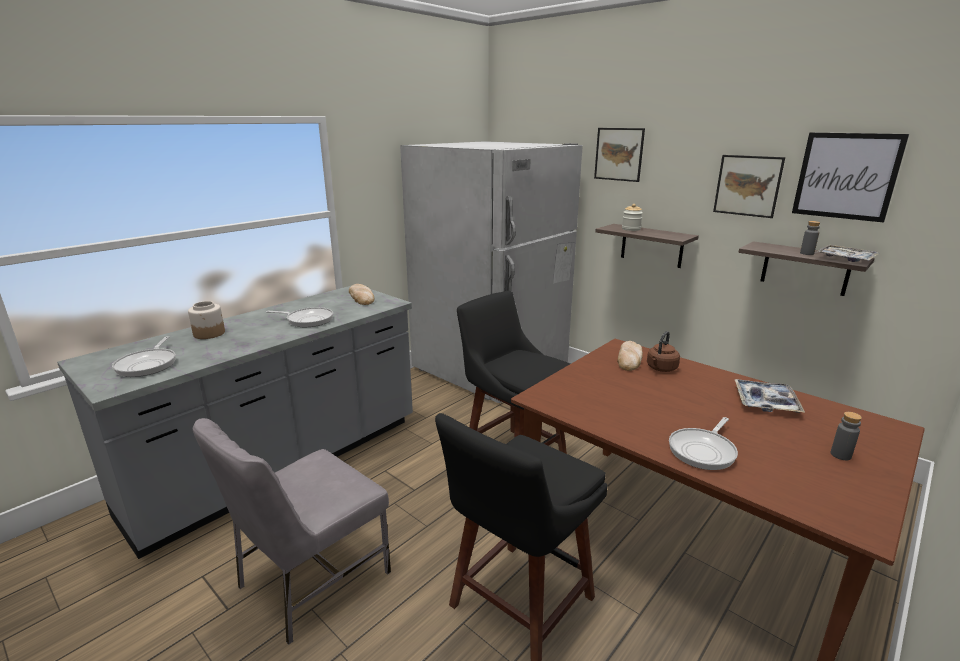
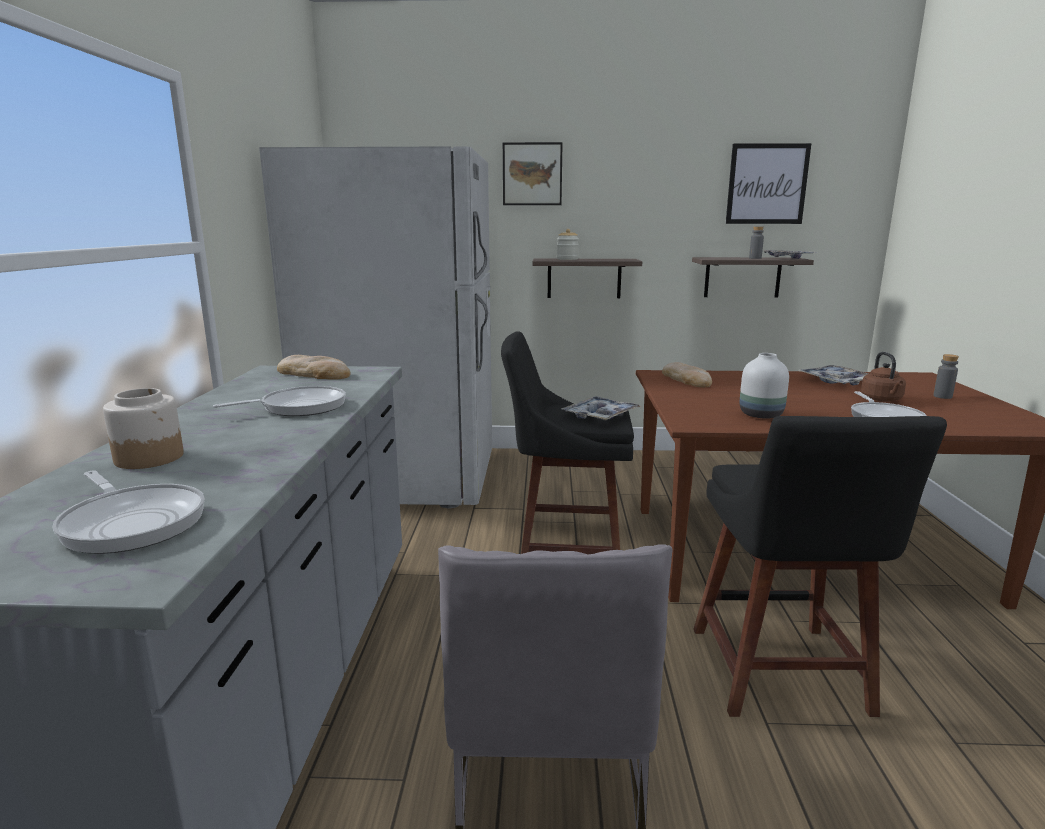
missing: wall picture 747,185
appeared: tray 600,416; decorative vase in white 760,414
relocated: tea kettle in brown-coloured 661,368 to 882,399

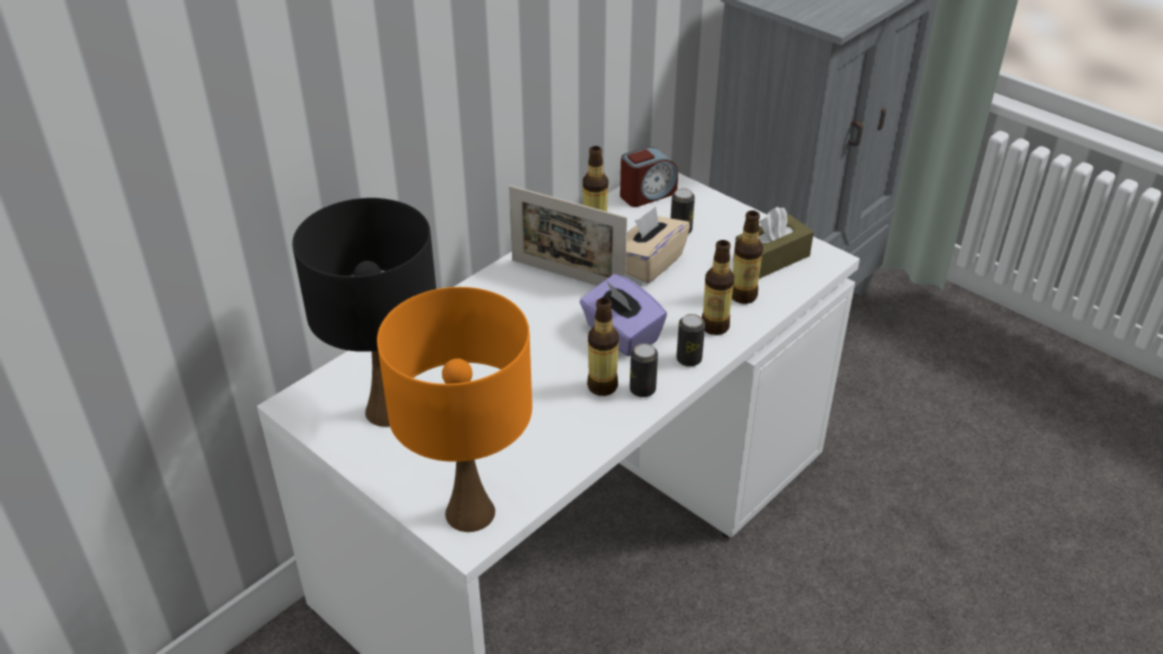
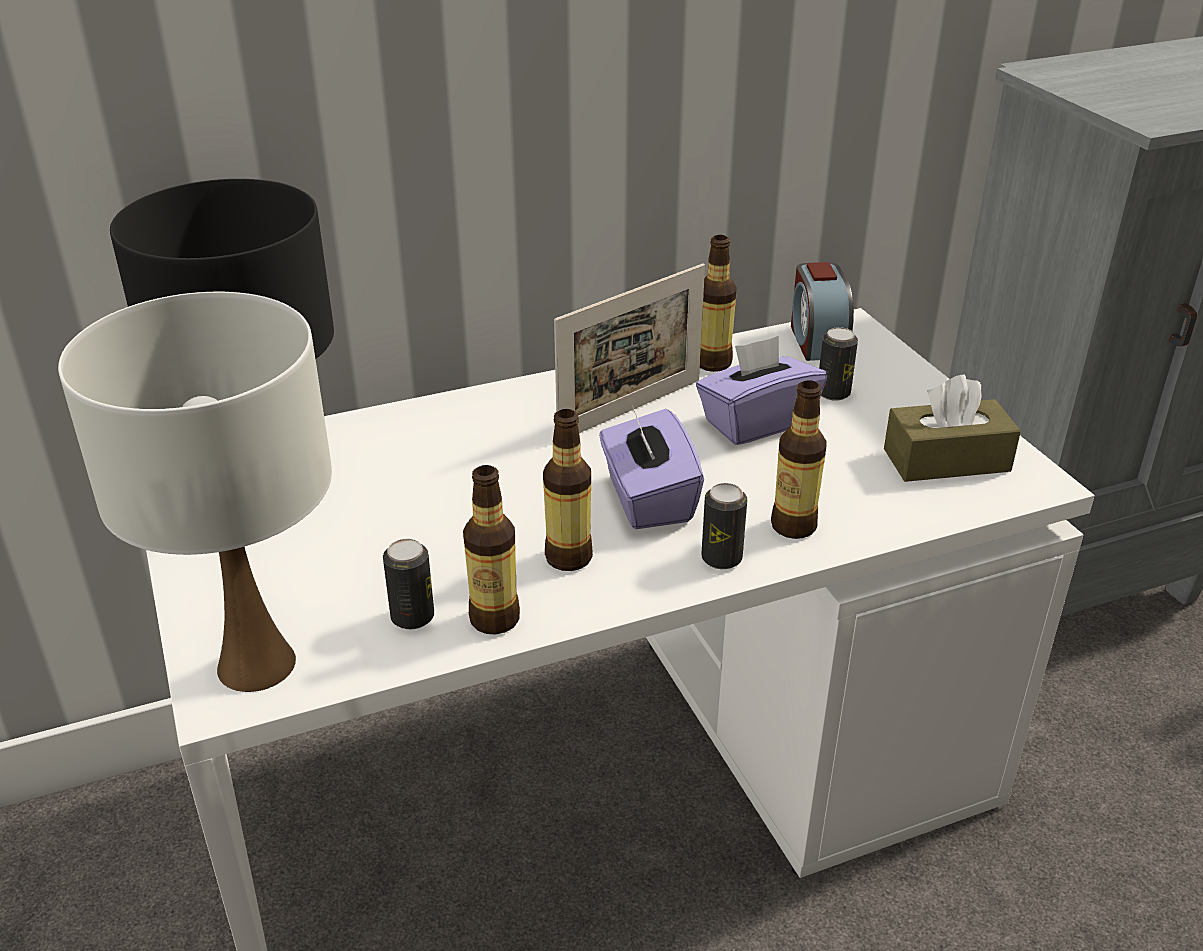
relocated: can 642,389 to 412,617; drink bottle 743,296 to 495,619
colour: tabletop lamp in orangey 469,512 to tabletop lamp in white 256,663; tissue holder in beige 649,263 to tissue holder in purple 756,422
spun: photo frame 567,276 = 630,409 90 degrees counterclockwise; bedside clock 647,194 = 817,340 90 degrees clockwise

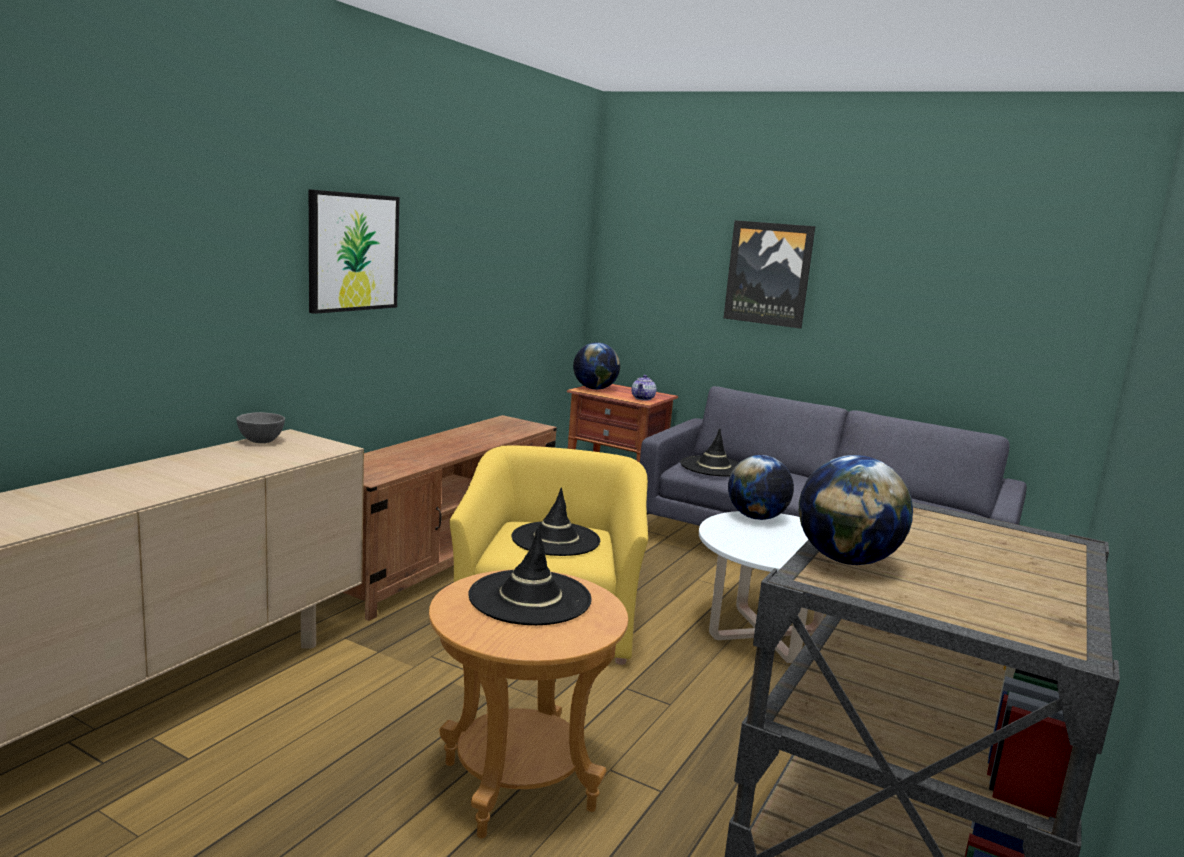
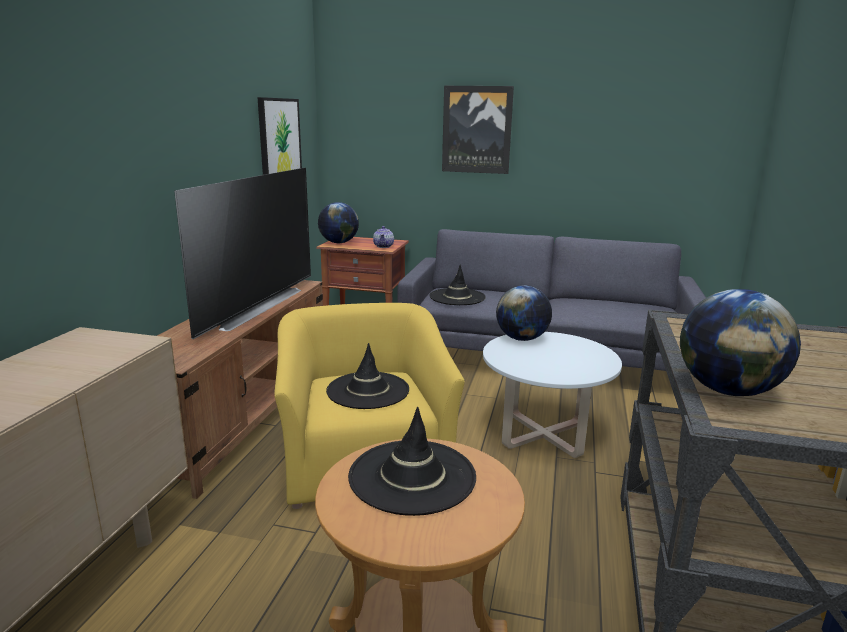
missing: bowl in gray 261,441
appeared: TV 253,306
relocated: wall picture 353,252 to 279,139

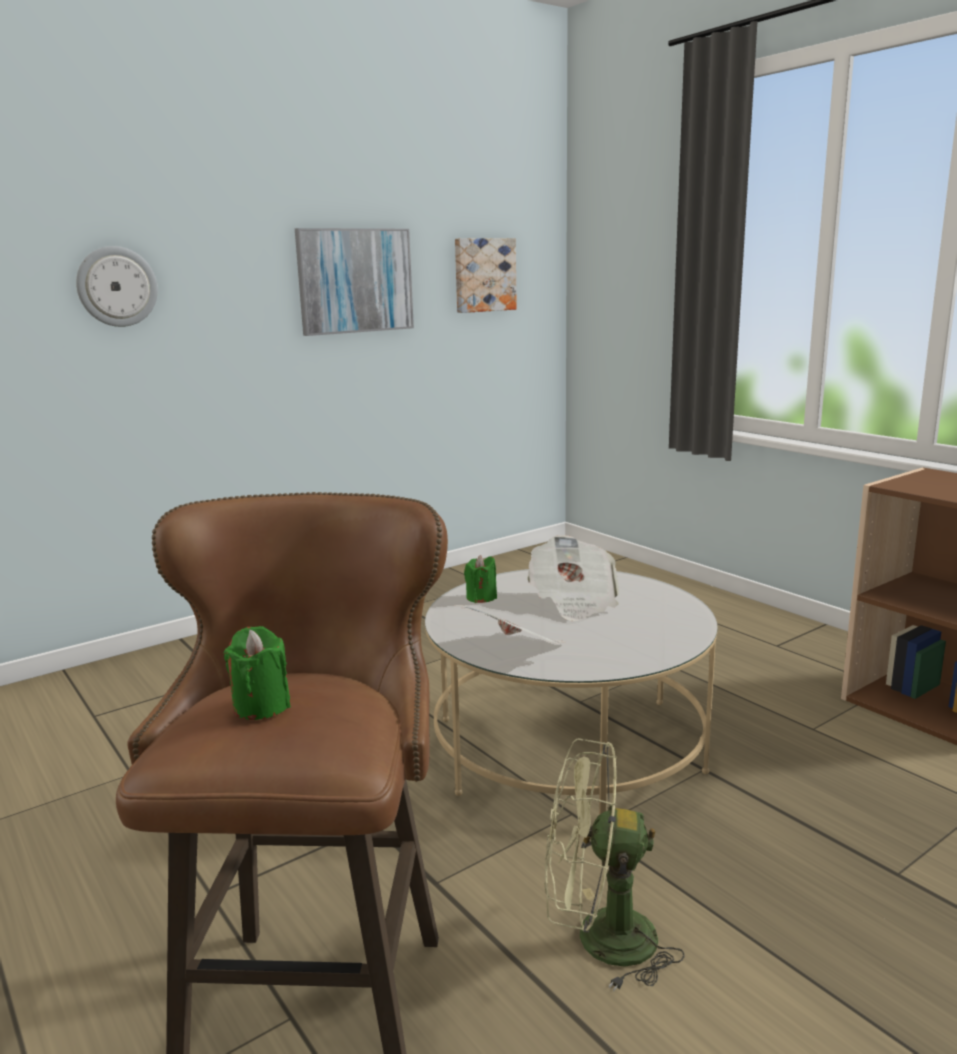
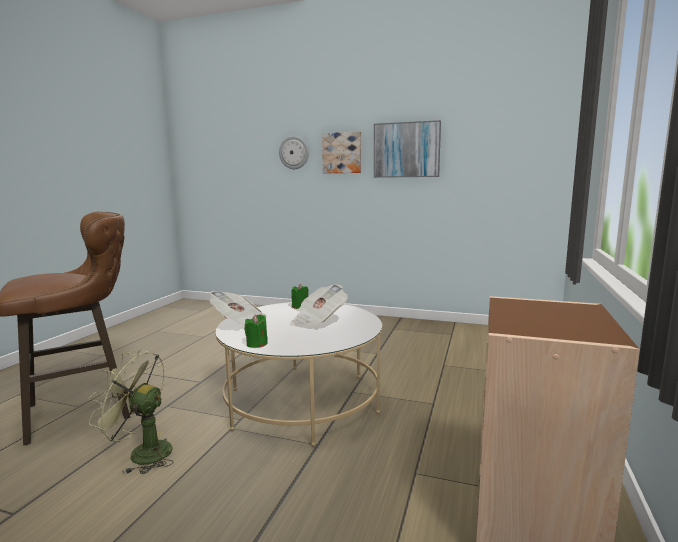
relocated: candle in greenish 261,706 to 257,344; wall picture 484,275 to 342,153
spun: cooling fan in greenish 599,940 = 142,453 45 degrees counterclockwise

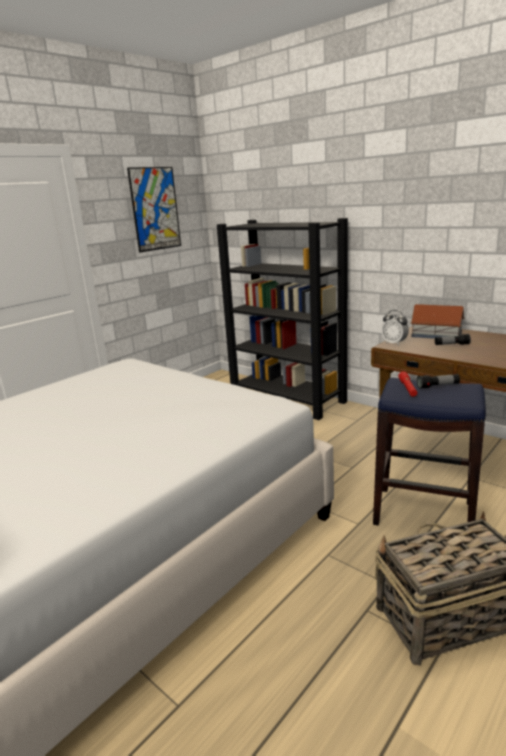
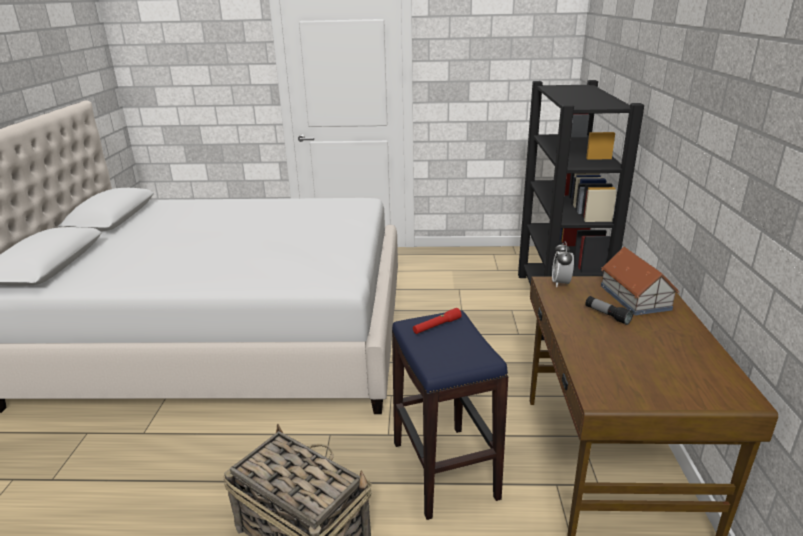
missing: wall picture 155,209; flashlight 438,386

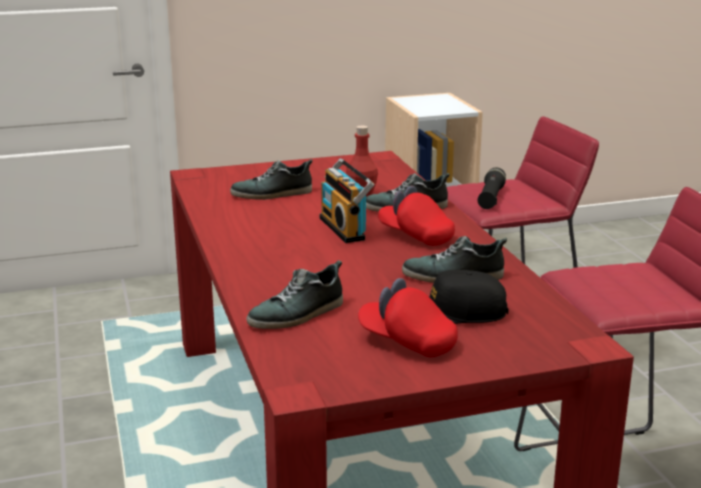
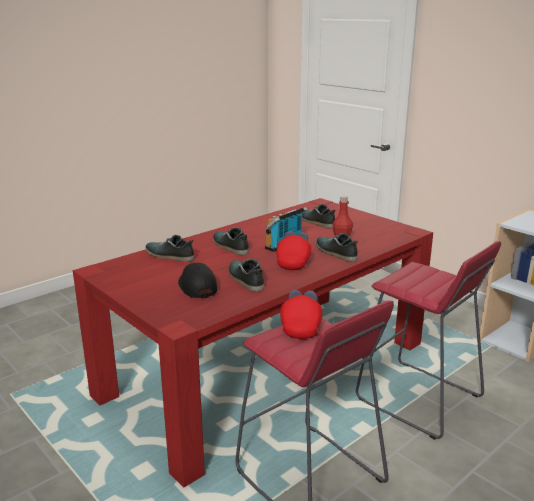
missing: flashlight in blackish 491,198
appeared: shoe 230,246
relocated: cap in red 407,342 to 301,326

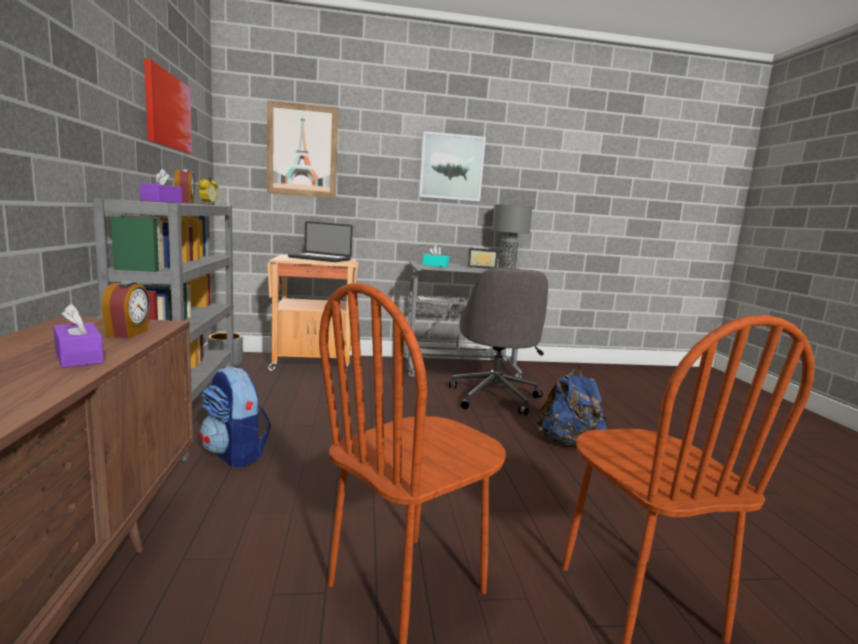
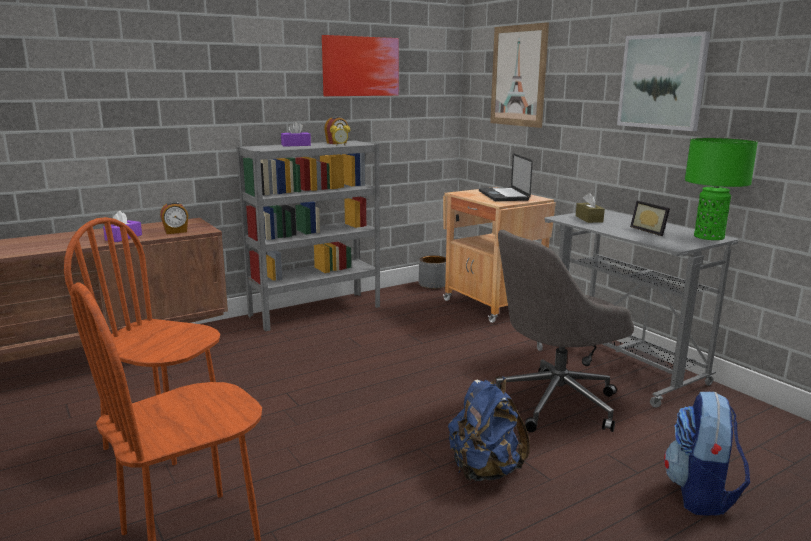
relocated: rucksack 235,454 to 701,494
colour: tissue holder in blue-green 435,265 to tissue holder in brown-coloured 589,219; tabletop lamp in gray 507,267 to tabletop lamp in greenish 708,237

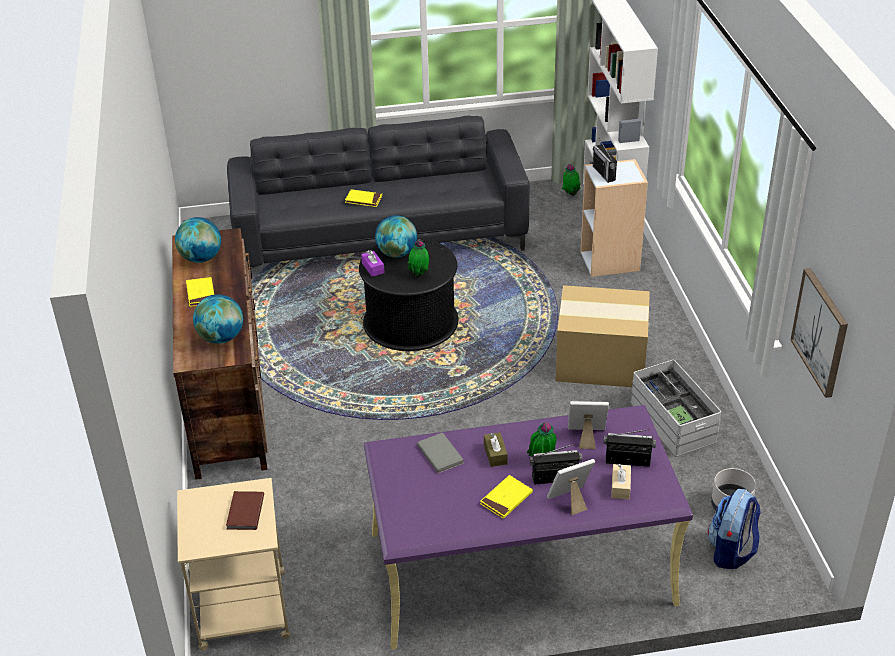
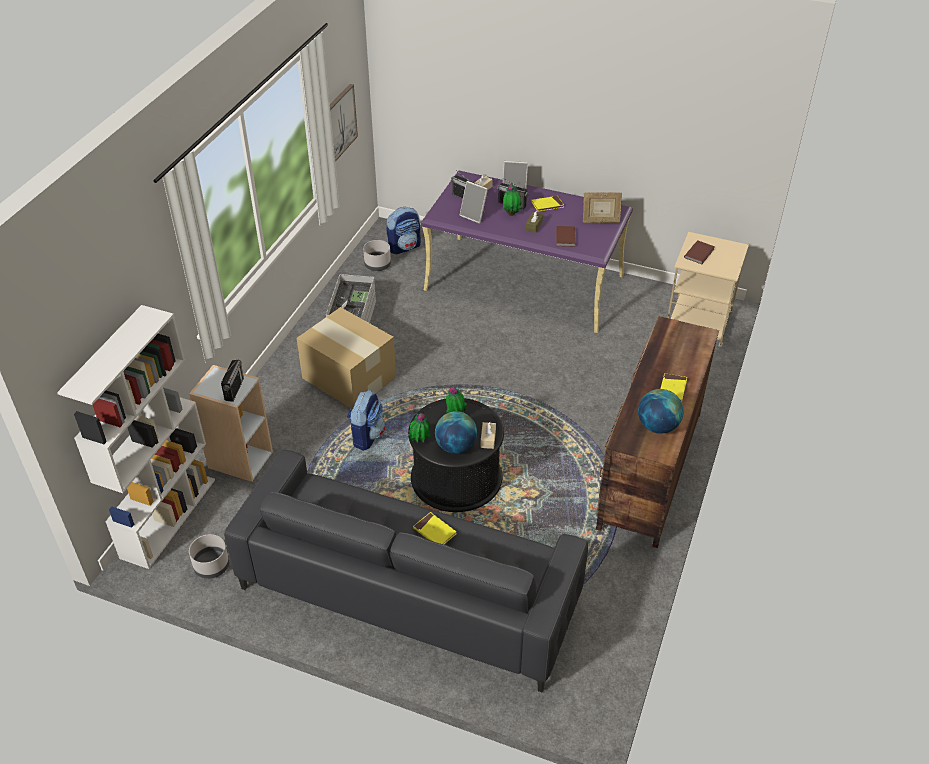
missing: desk globe 221,338
appeared: planter in gray 211,566; rucksack 366,436; photo frame 600,221
relocated: houseplant 570,194 to 419,442
colour: tissue holder in purple 373,268 to tissue holder in beige 488,439; volume in gray 441,453 to volume in brown-coloured 565,237

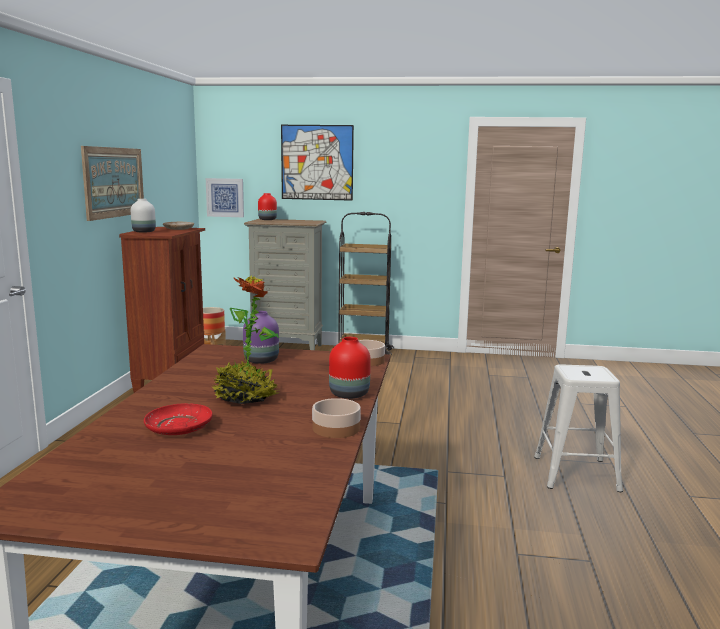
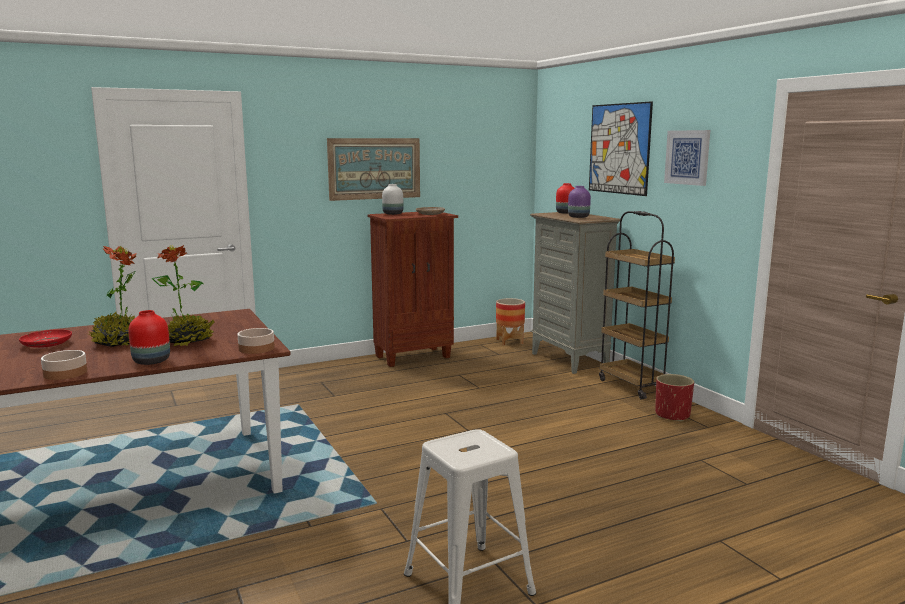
appeared: houseplant 187,342; planter in red 672,415
relocated: wall picture 225,197 to 687,157; decorative vase in purple 262,360 to 579,217

